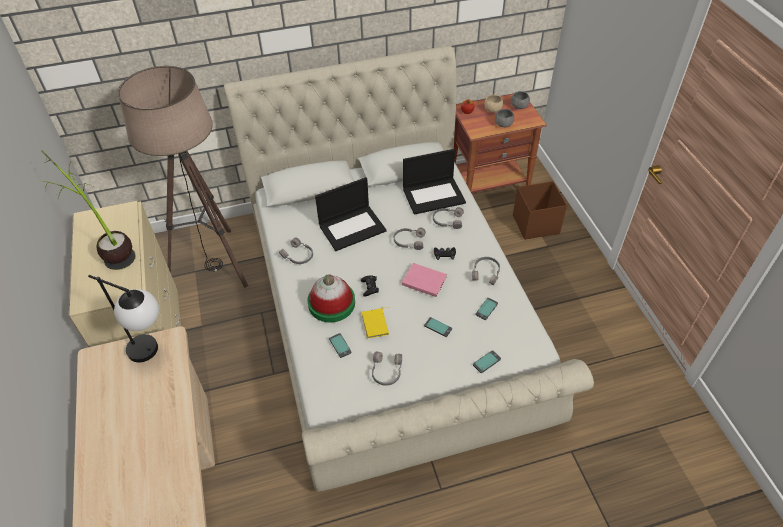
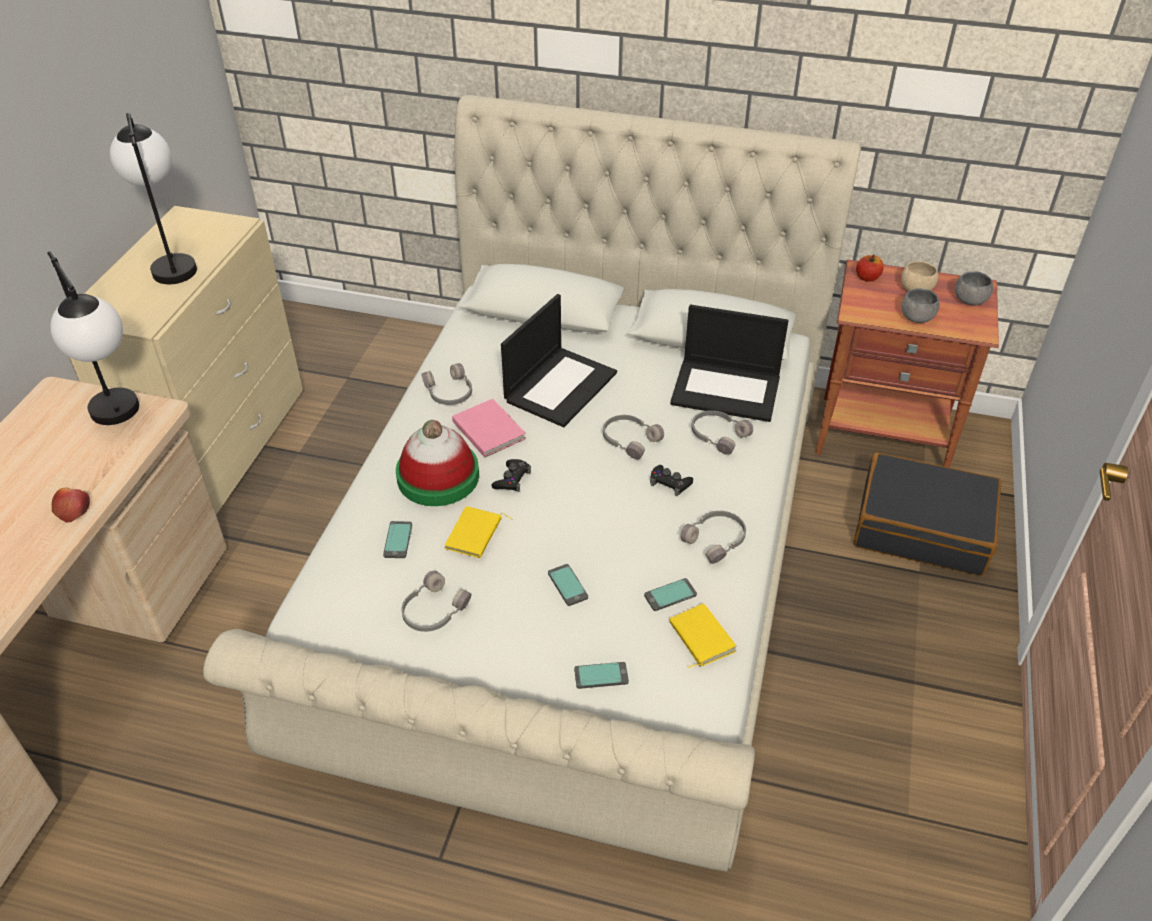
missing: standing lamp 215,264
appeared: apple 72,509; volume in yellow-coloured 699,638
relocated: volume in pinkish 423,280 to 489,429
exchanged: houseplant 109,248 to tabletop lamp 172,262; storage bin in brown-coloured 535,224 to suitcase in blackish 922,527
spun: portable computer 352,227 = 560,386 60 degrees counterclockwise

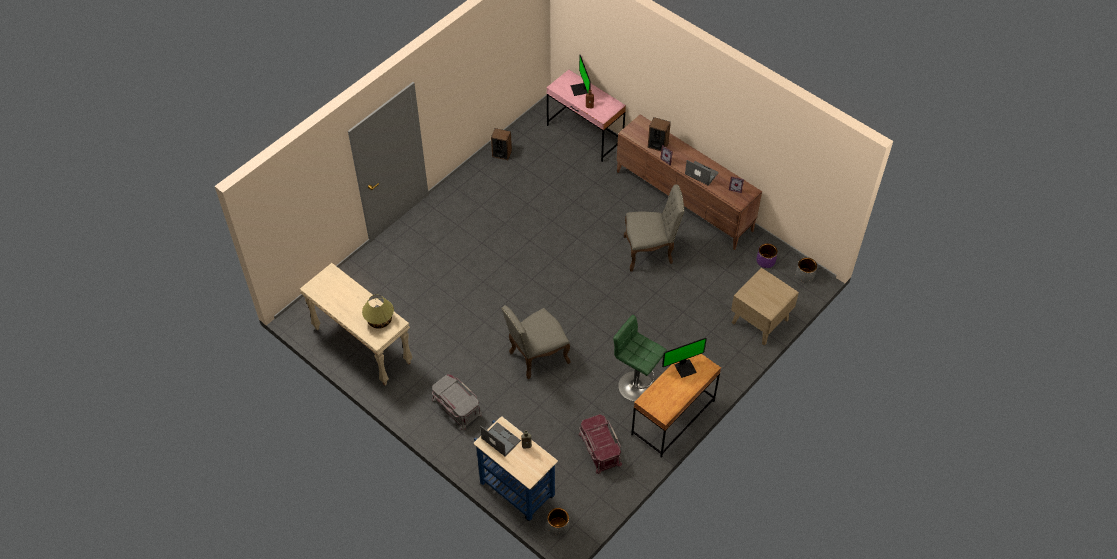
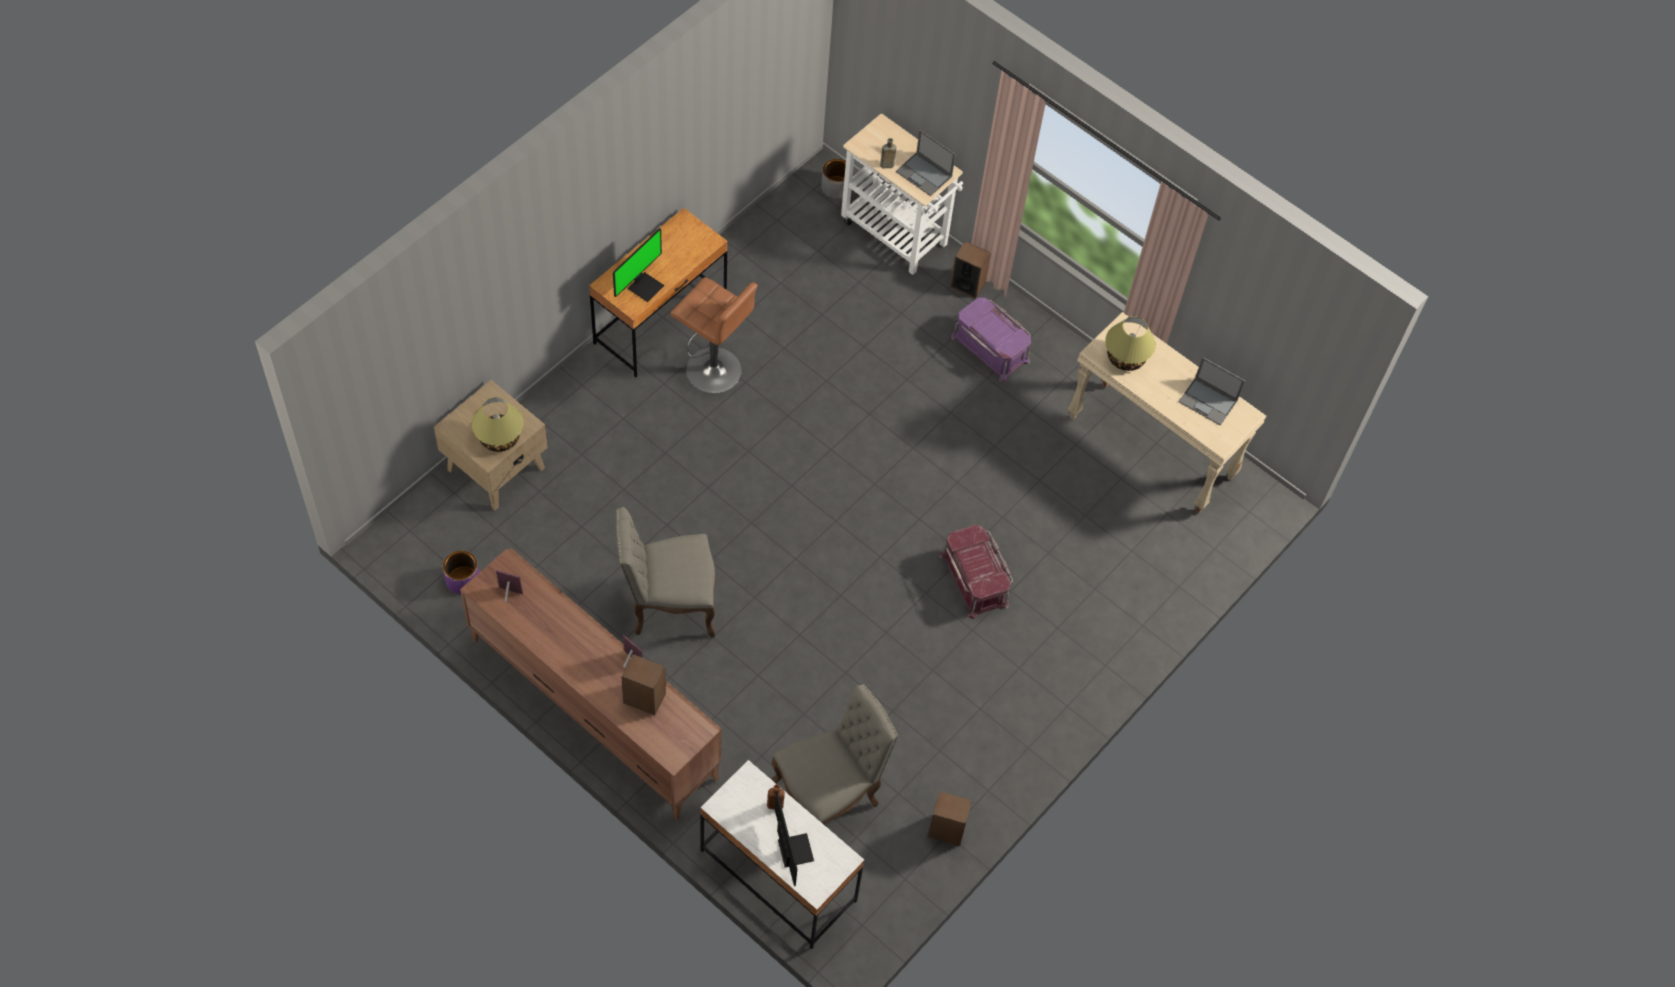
missing: planter in gray 805,275
appeared: tabletop lamp 499,438; loudspeaker 967,284
relocated: upright chair in gray 536,356 to 828,797; storage bin in red 599,449 to 975,579; portable computer 701,173 to 1208,401
colour: storage bin in gray 456,407 to storage bin in purple 991,348; trolley in blue-coloured 516,489 to trolley in white 895,234; desk unit in pinkish 585,134 to desk unit in white 778,875; sitting stool in greenish 635,386 to sitting stool in brown-coloured 714,371
spun: computer screen 685,368 = 644,286 150 degrees clockwise

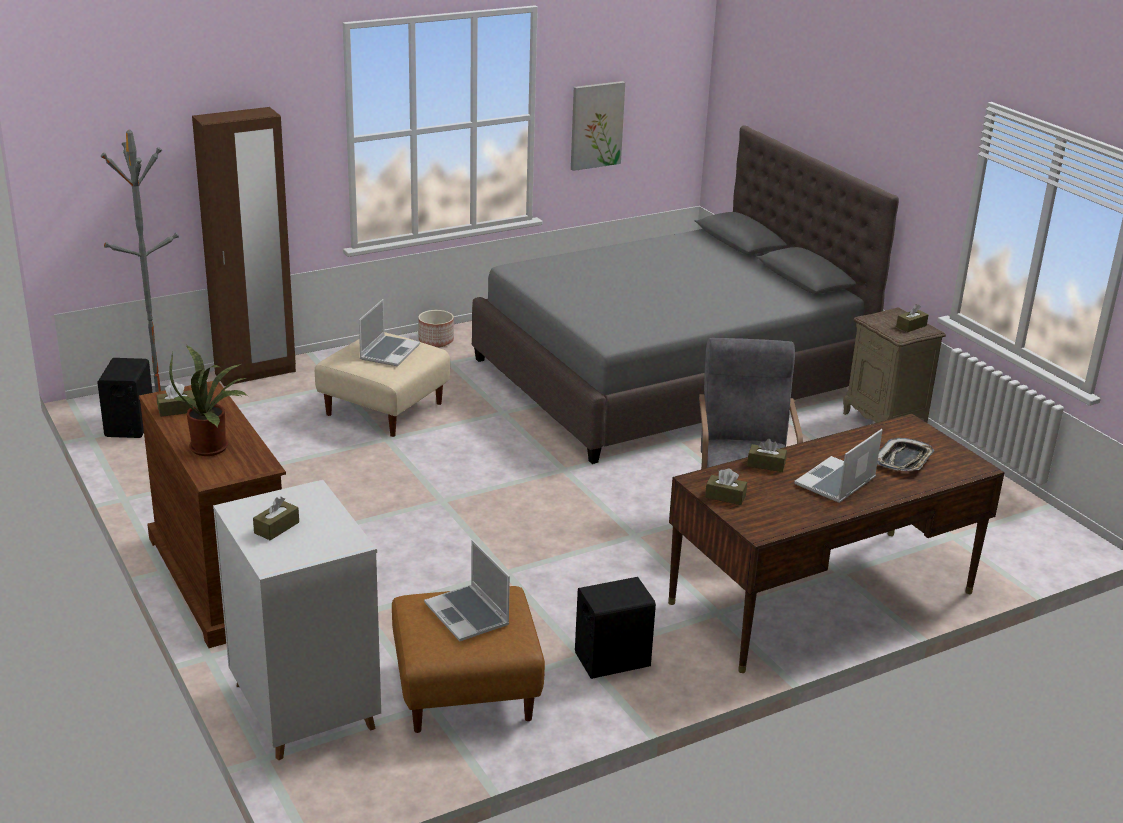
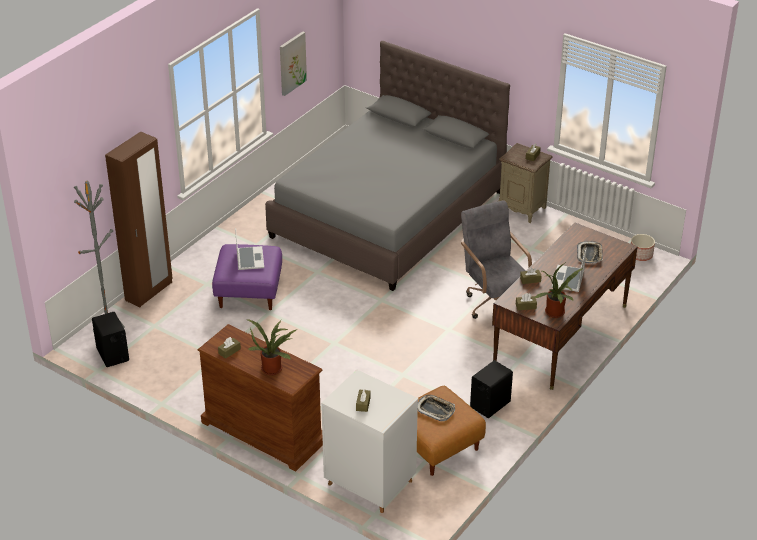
appeared: houseplant 555,313
relocated: planter 436,341 to 641,255
exchanged: portable computer 468,615 to tray 435,410
colour: footrest in beige 384,408 to footrest in purple 248,292

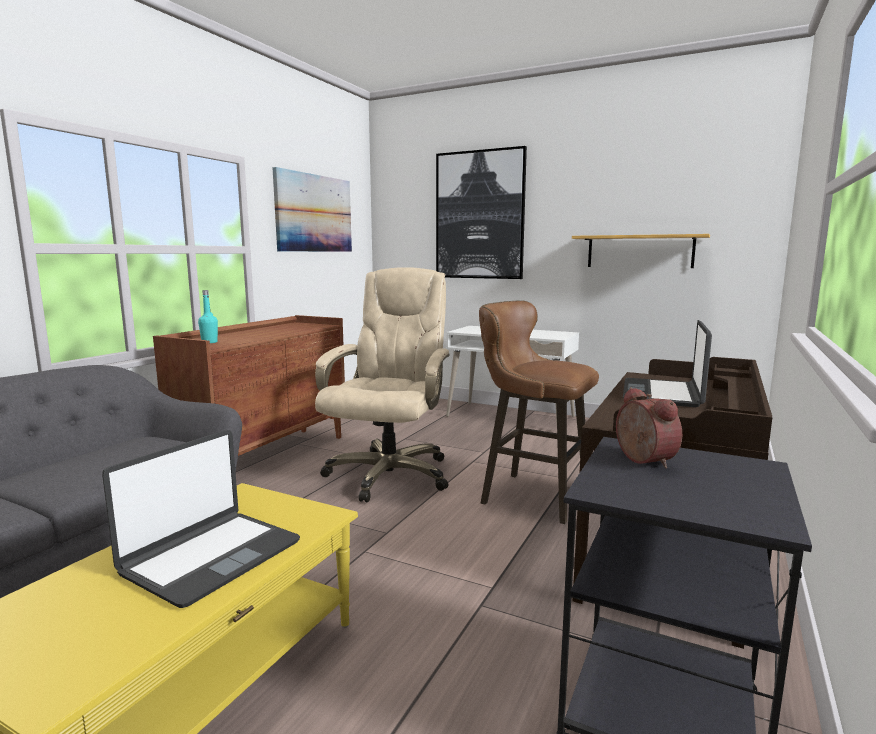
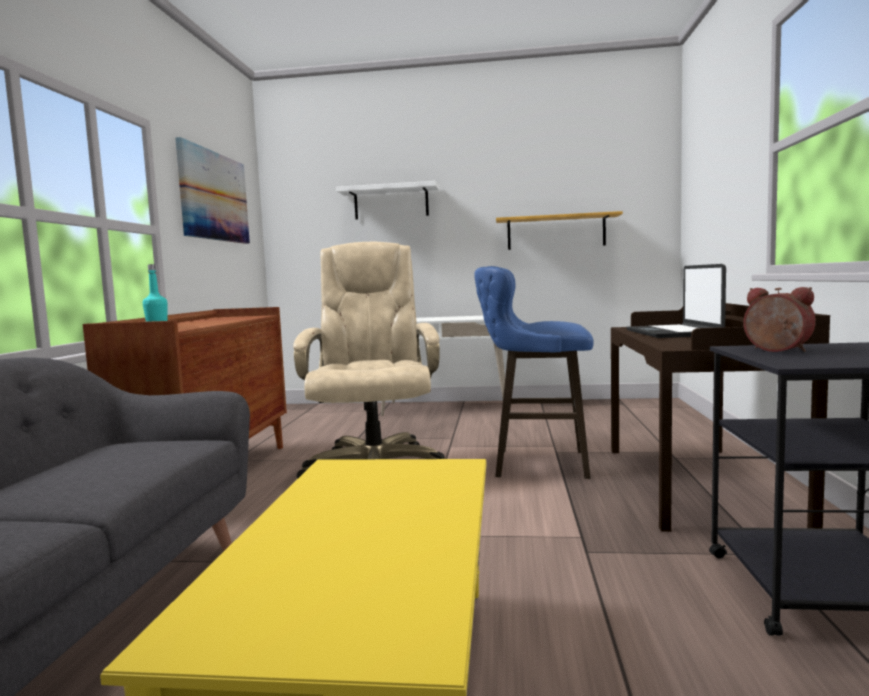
missing: portable computer 211,557
exchanged: wall picture 479,215 to wall shelf in white 391,202
colour: sitting stool in brown-coloured 531,495 to sitting stool in blue-coloured 535,463

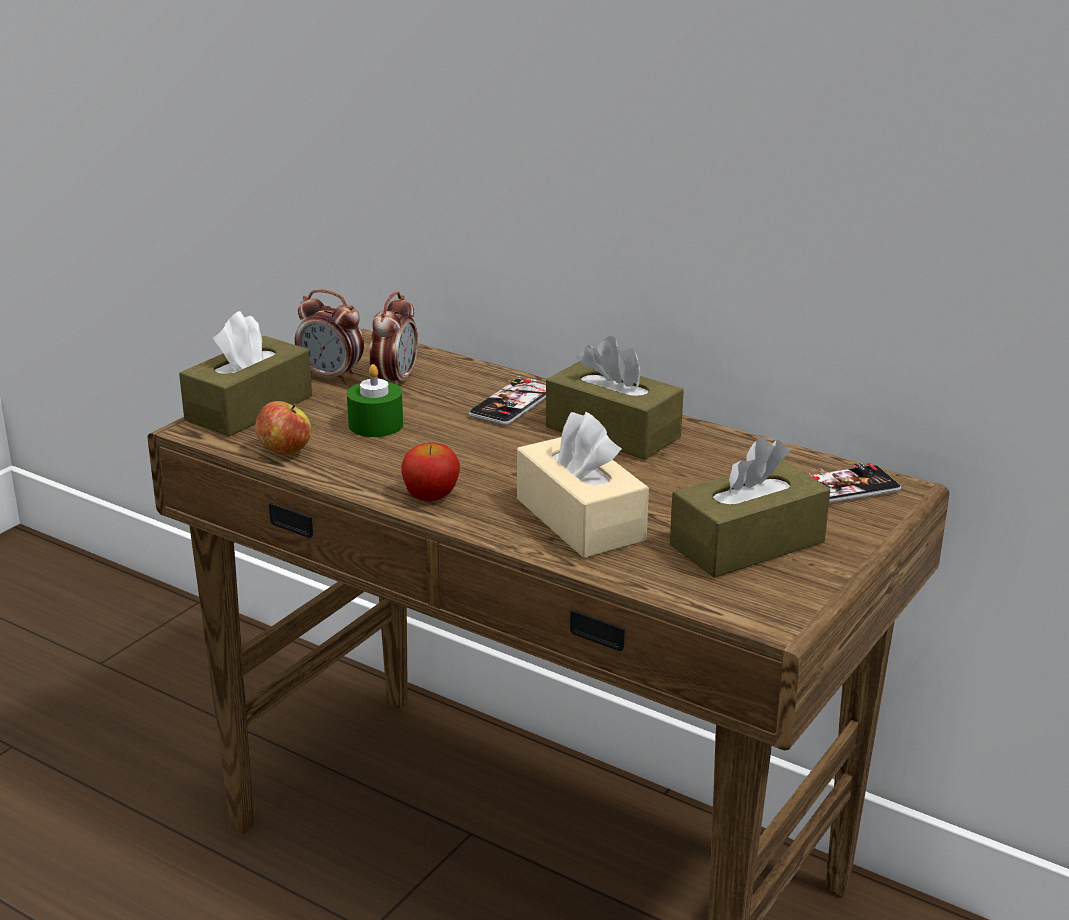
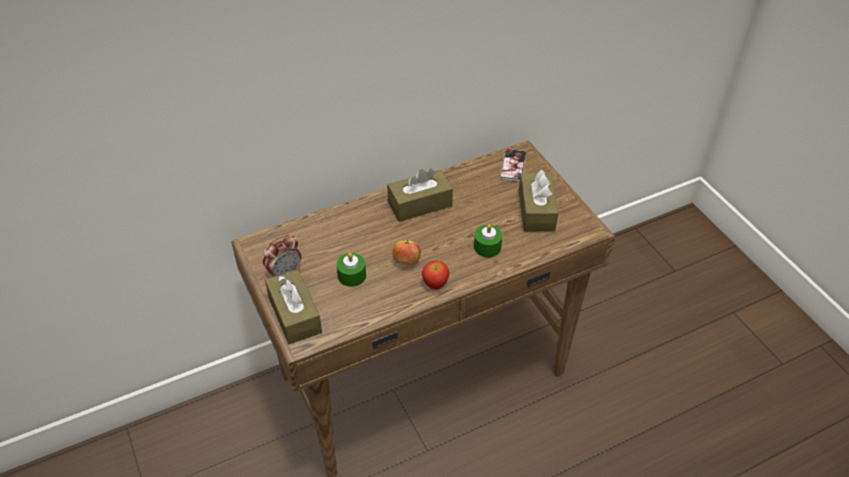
missing: bedside clock 395,381; handset 511,404
relocated: apple 285,452 to 406,261
exchanged: tissue holder in beige 580,519 to candle in greenish 487,247

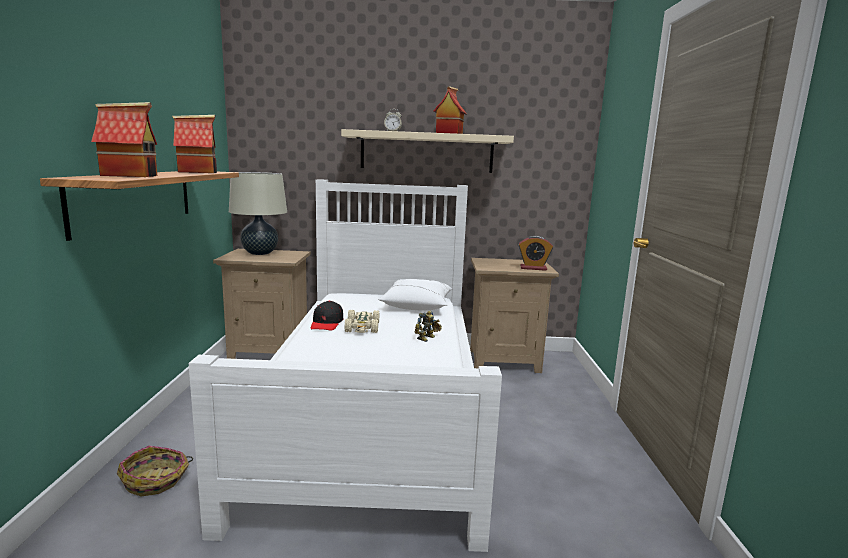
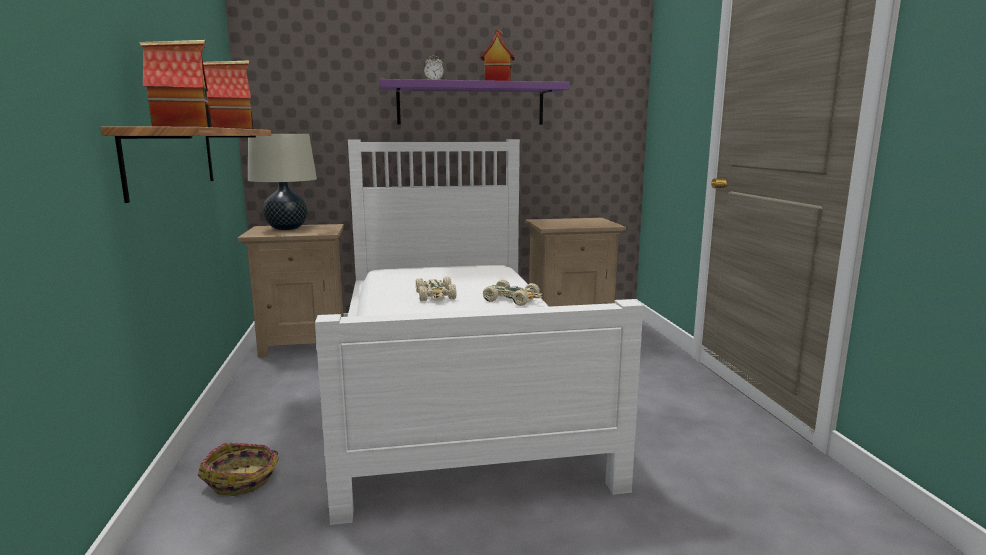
missing: cap in blackish 327,323; pillow in white 417,305; bedside clock 533,268
exchanged: model robot 427,338 to miniature car in beige 512,299
colour: wall shelf in beige 427,152 to wall shelf in purple 471,104

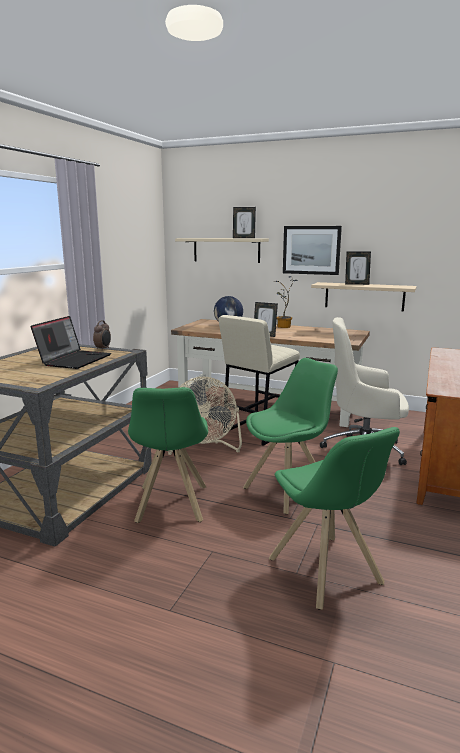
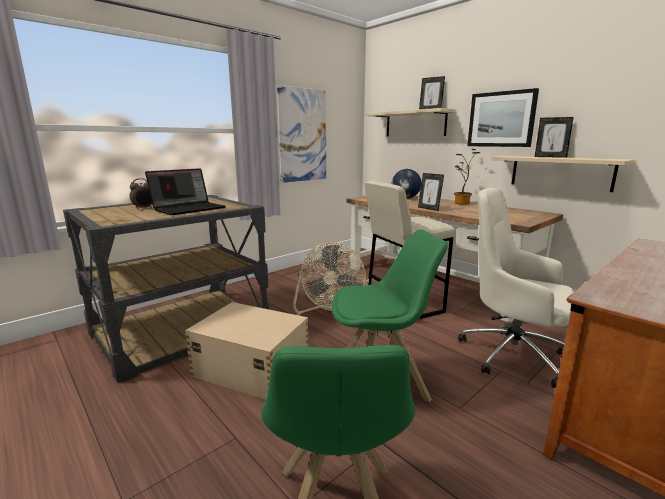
appeared: wall picture 303,135
relocated: bedside clock 103,349 to 144,208
exchanged: upright chair in greenish 171,504 to storage bin in beige 251,367

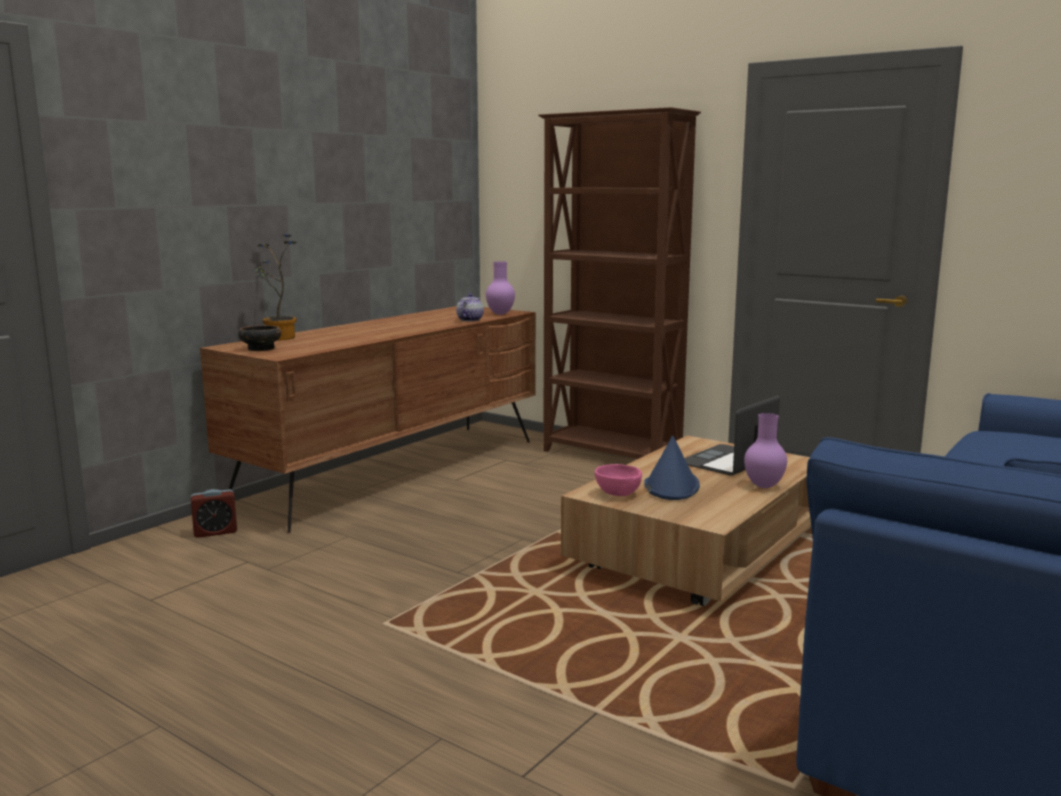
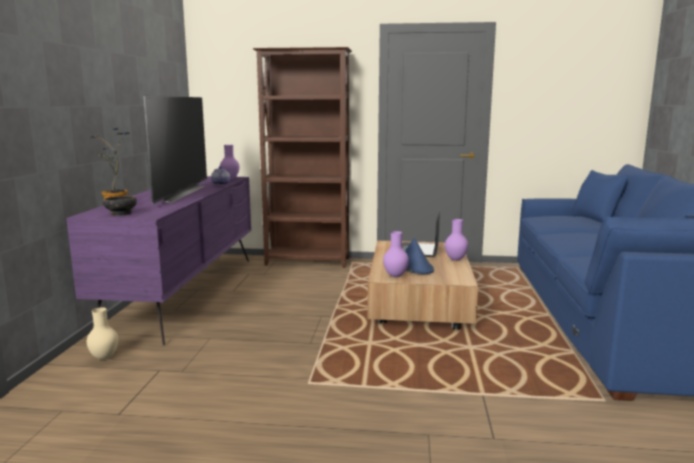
appeared: TV 177,193
exchanged: bedside clock 215,532 to decorative vase in beige 104,357; bowl in pinkish 618,494 to decorative vase in purple 396,276
colour: tv unit in brown-coloured 394,472 to tv unit in purple 184,293

